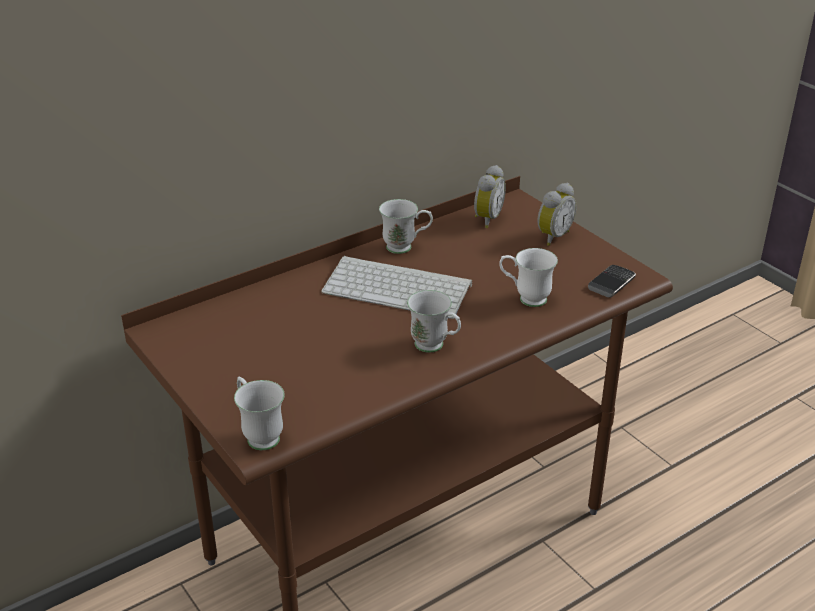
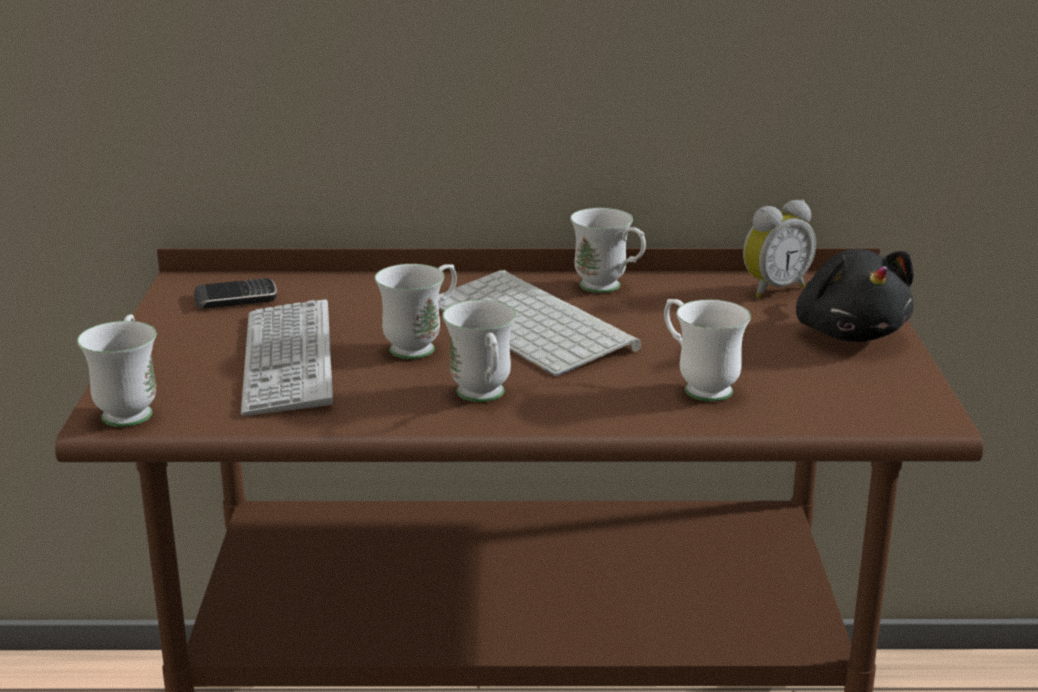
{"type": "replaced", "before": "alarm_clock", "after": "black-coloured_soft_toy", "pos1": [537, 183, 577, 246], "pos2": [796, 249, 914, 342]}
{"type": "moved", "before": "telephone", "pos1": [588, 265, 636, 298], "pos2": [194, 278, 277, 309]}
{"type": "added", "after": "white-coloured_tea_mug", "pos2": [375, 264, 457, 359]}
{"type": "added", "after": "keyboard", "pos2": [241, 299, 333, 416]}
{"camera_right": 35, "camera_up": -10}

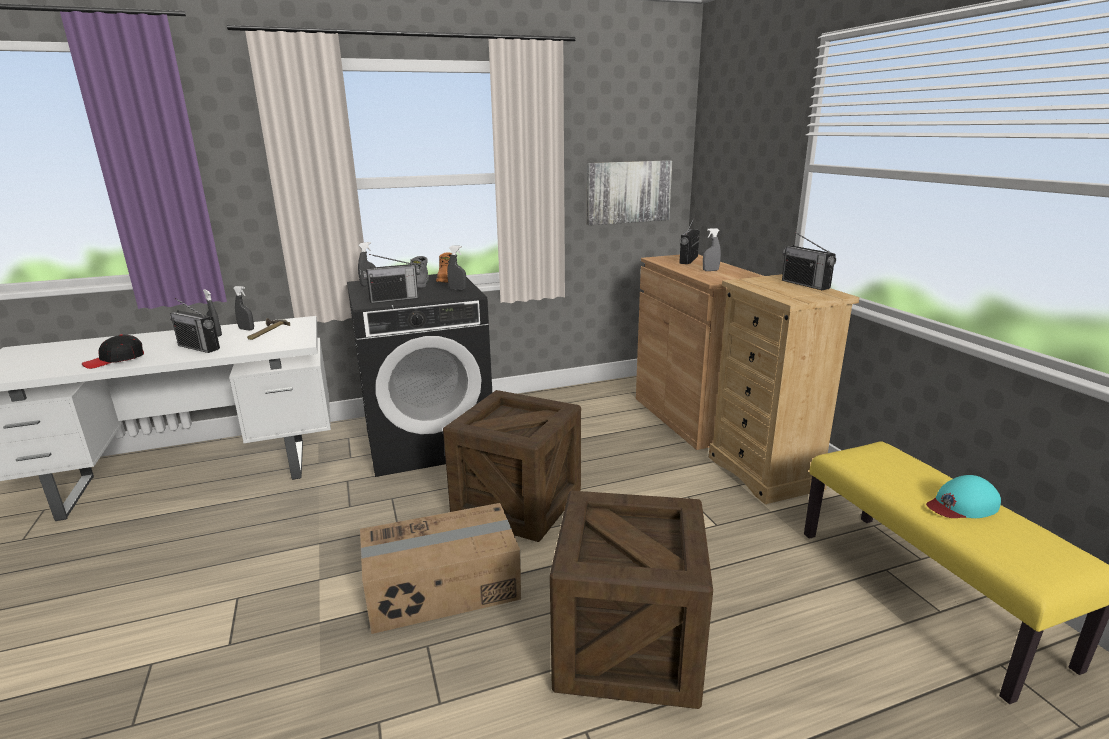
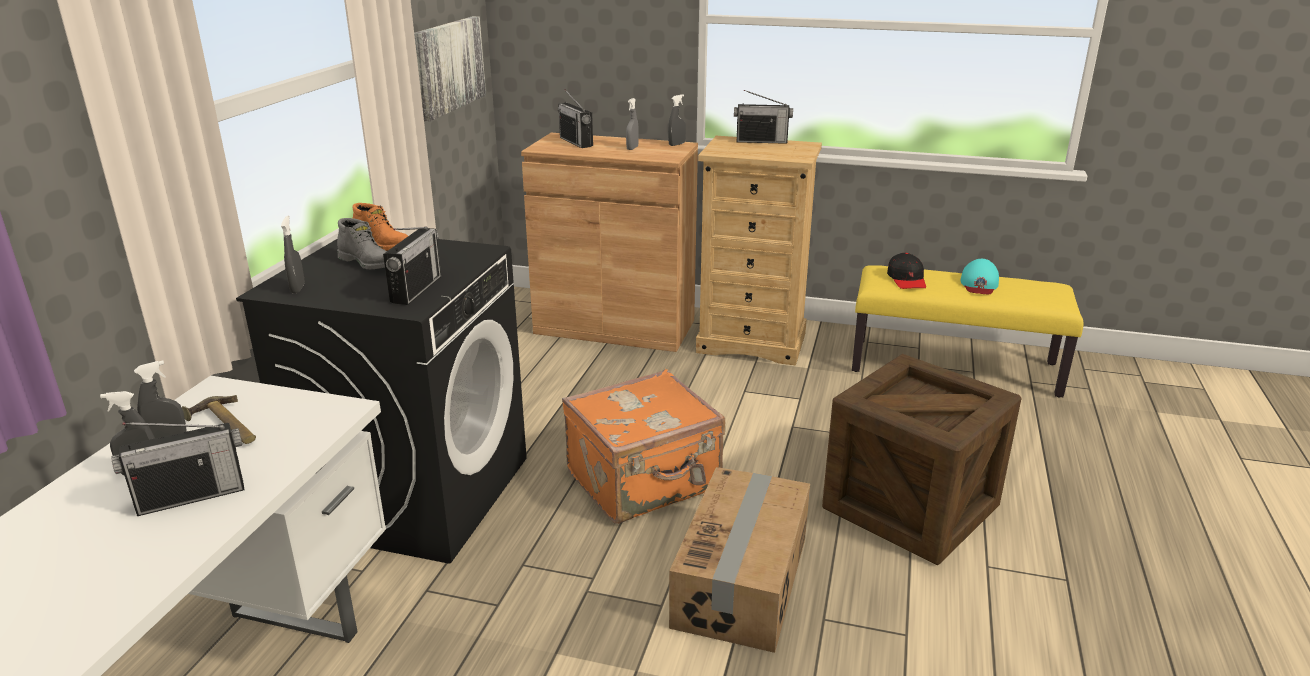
{"type": "moved", "before": "grey_hand_sprayer", "pos1": [447, 246, 466, 290], "pos2": [668, 94, 686, 146]}
{"type": "moved", "before": "black-coloured_baseball_cap", "pos1": [82, 334, 144, 369], "pos2": [887, 253, 926, 289]}
{"type": "replaced", "before": "packing_crate", "after": "orangey_suitcase", "pos1": [443, 390, 581, 542], "pos2": [562, 369, 725, 524]}
{"camera_right": -55, "camera_up": 5}

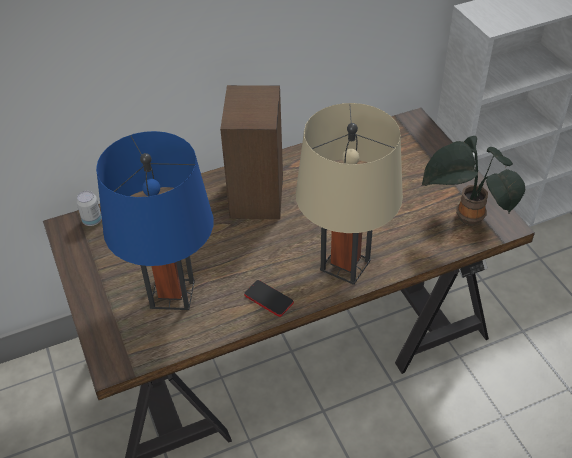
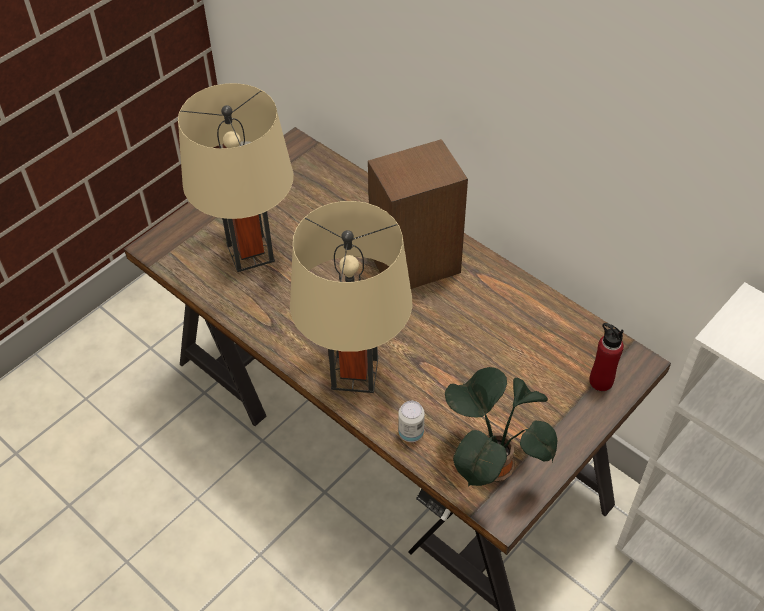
{"type": "recoloured", "before": "blue-coloured_tabletop_lamp", "after": "beige-coloured_tabletop_lamp", "pos1": [96, 131, 214, 310], "pos2": [178, 83, 293, 272]}
{"type": "moved", "before": "sealed_can", "pos1": [76, 191, 102, 226], "pos2": [398, 401, 425, 442]}
{"type": "removed", "before": "telephone", "pos1": [244, 280, 294, 317]}
{"type": "added", "after": "reddish_bottle", "pos2": [589, 323, 624, 391]}
{"camera_right": 65, "camera_up": 5}

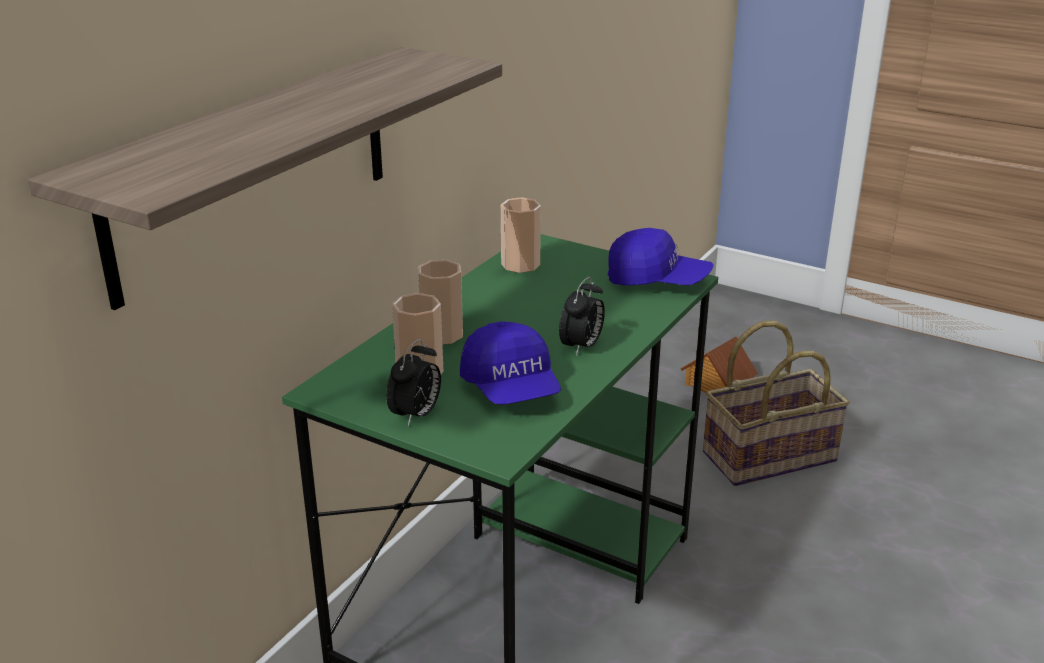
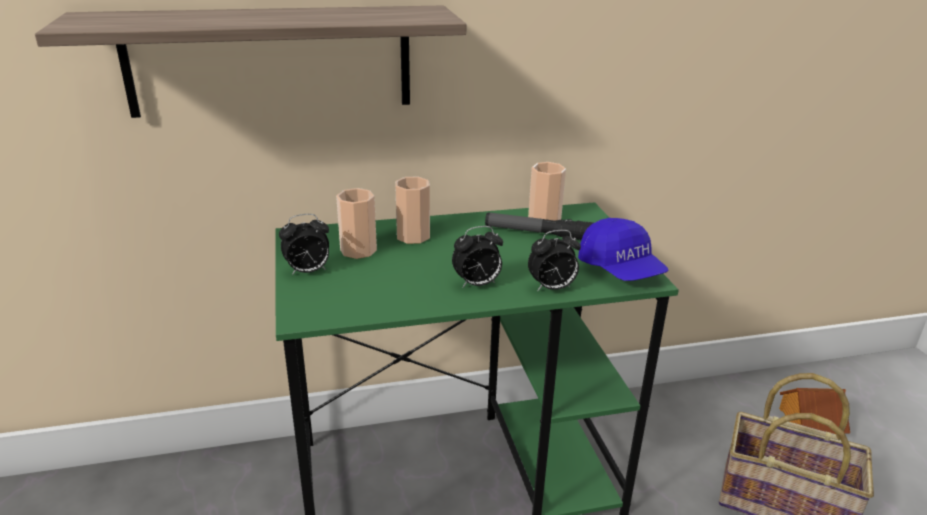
{"type": "removed", "before": "blue-coloured_baseball_cap", "pos1": [460, 321, 561, 404]}
{"type": "added", "after": "hand_torch", "pos2": [485, 212, 594, 240]}
{"type": "added", "after": "alarm_clock", "pos2": [528, 230, 581, 291]}
{"camera_right": 45, "camera_up": 0}

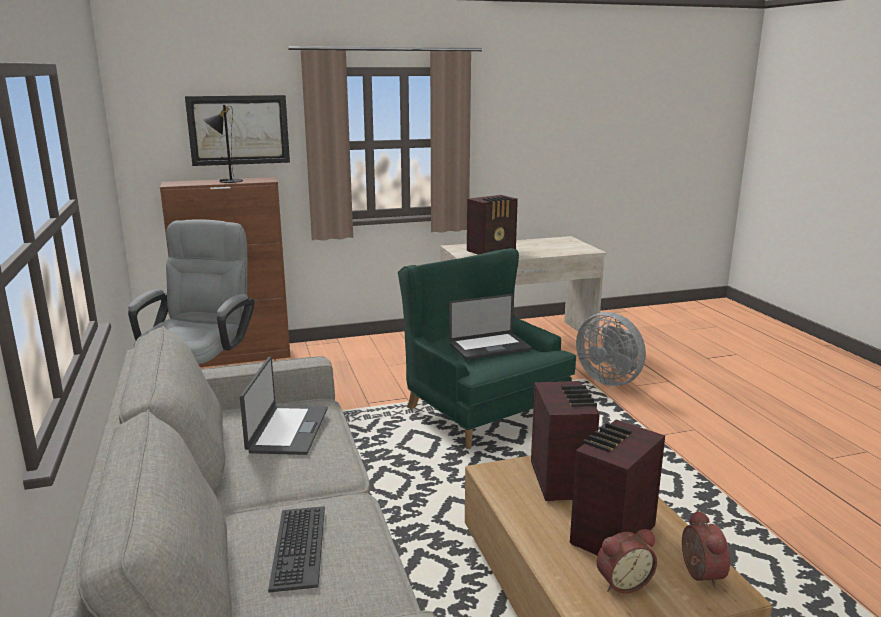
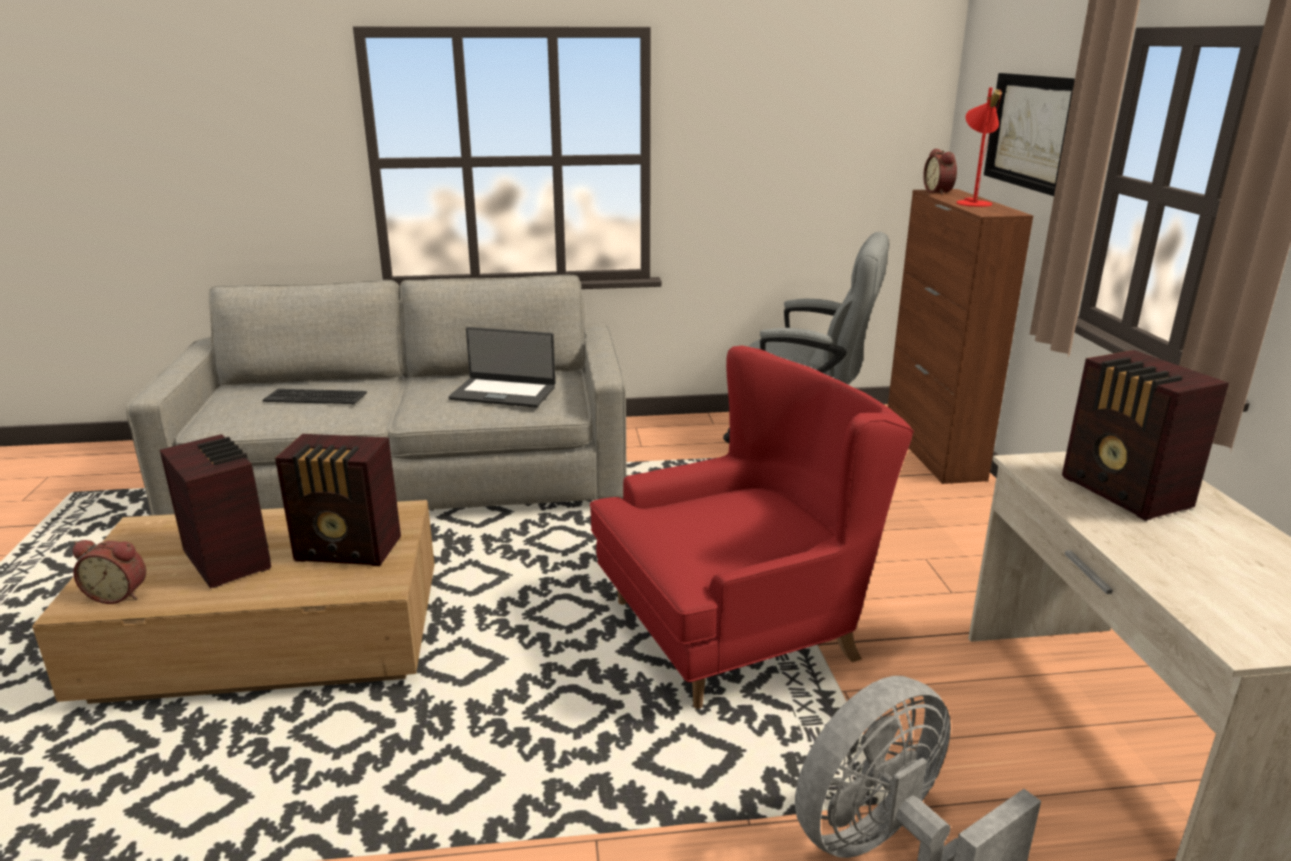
{"type": "recoloured", "before": "black-coloured_tabletop_lamp", "after": "reddish_tabletop_lamp", "pos1": [203, 105, 243, 183], "pos2": [957, 88, 1002, 207]}
{"type": "recoloured", "before": "green_easy_chair", "after": "reddish_easy_chair", "pos1": [398, 248, 576, 449], "pos2": [590, 346, 914, 709]}
{"type": "removed", "before": "portable_computer", "pos1": [449, 294, 531, 360]}
{"type": "moved", "before": "alarm_clock", "pos1": [596, 529, 657, 594], "pos2": [923, 148, 957, 195]}
{"camera_right": 100, "camera_up": 5}

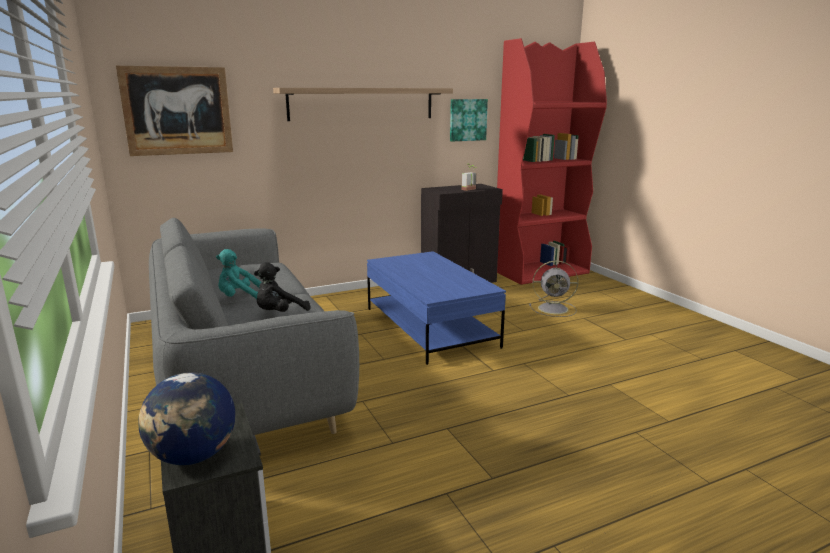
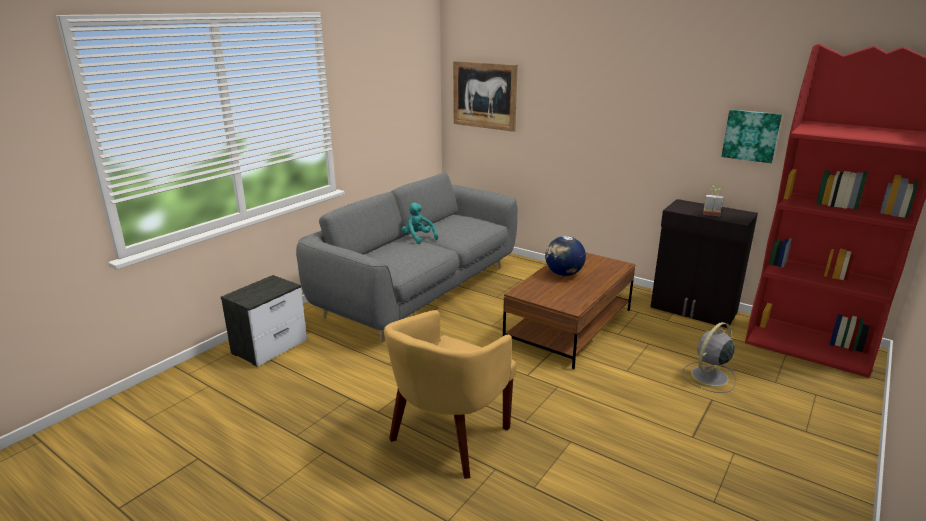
{"type": "removed", "before": "shelf", "pos1": [273, 88, 453, 121]}
{"type": "recoloured", "before": "blue-coloured_coffee_table", "after": "brownish_coffee_table", "pos1": [367, 251, 506, 365], "pos2": [503, 252, 636, 369]}
{"type": "turned", "before": "grey_fan", "pos1": [529, 261, 579, 317], "pos2": [682, 322, 736, 393], "turn": 75}
{"type": "removed", "before": "black-coloured_soft_toy", "pos1": [254, 262, 310, 312]}
{"type": "moved", "before": "globe", "pos1": [138, 372, 235, 465], "pos2": [545, 236, 586, 276]}
{"type": "added", "after": "yellowish_easy_chair", "pos2": [384, 310, 517, 479]}
{"camera_right": 60, "camera_up": 5}

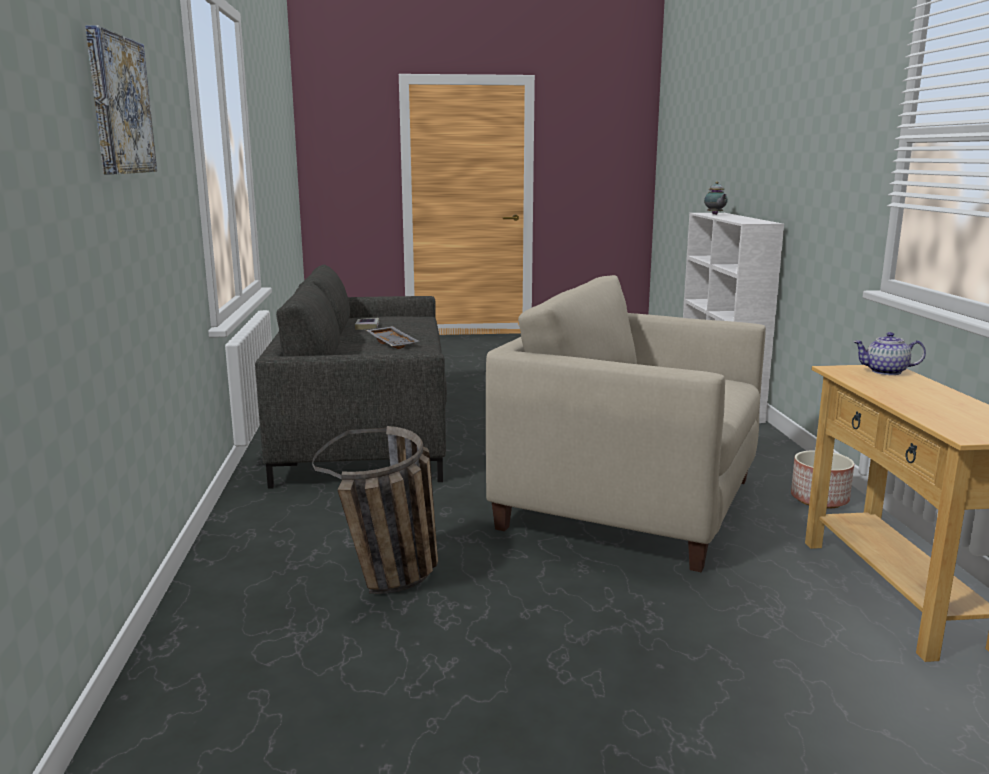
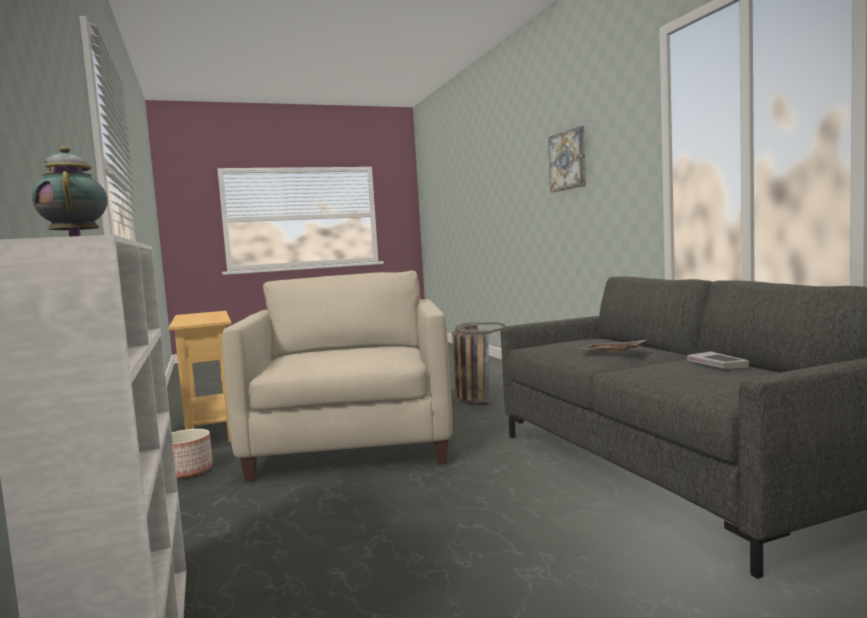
{"type": "turned", "before": "beige-coloured_easy_chair", "pos1": [486, 275, 766, 572], "pos2": [222, 271, 452, 482], "turn": -105}
{"type": "removed", "before": "tea_pot", "pos1": [853, 332, 926, 375]}
{"camera_right": 165, "camera_up": -10}

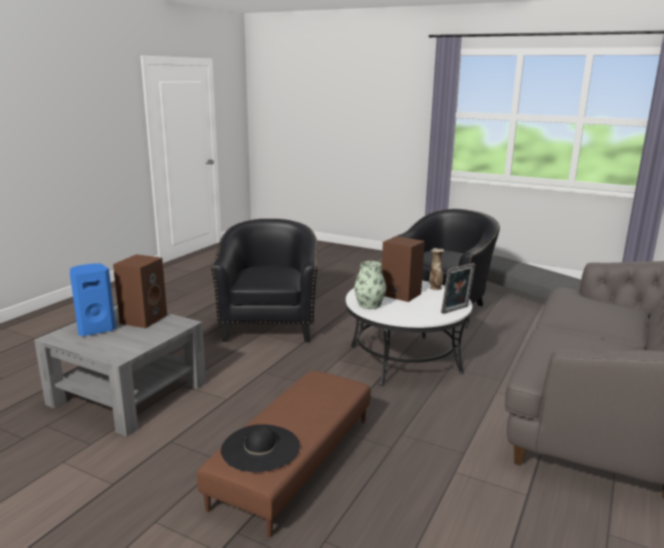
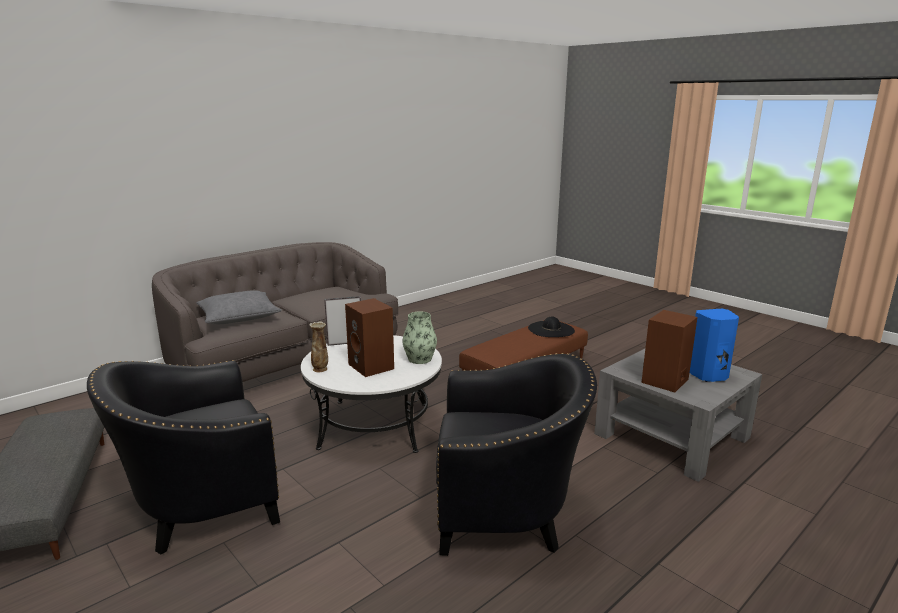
{"type": "turned", "before": "black-coloured_easy_chair", "pos1": [211, 218, 318, 342], "pos2": [436, 353, 597, 556], "turn": -105}
{"type": "added", "after": "grey_pillow", "pos2": [196, 290, 282, 324]}
{"camera_right": -160, "camera_up": 0}

